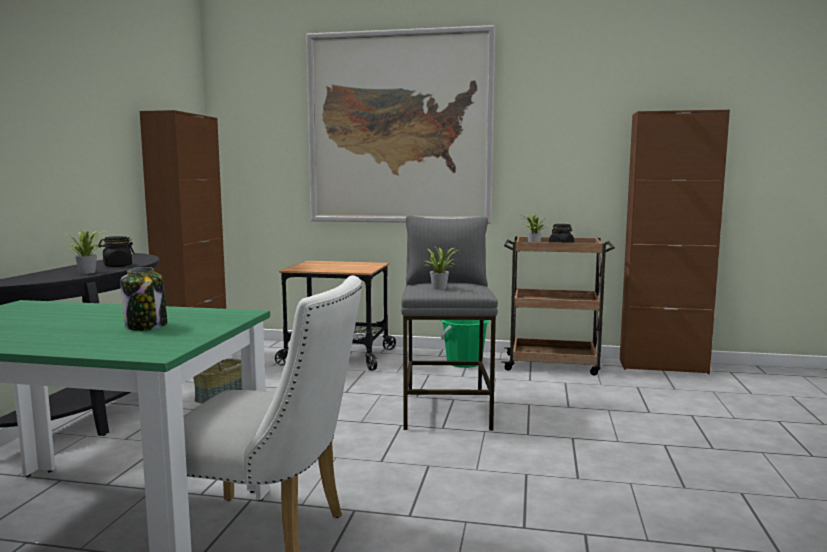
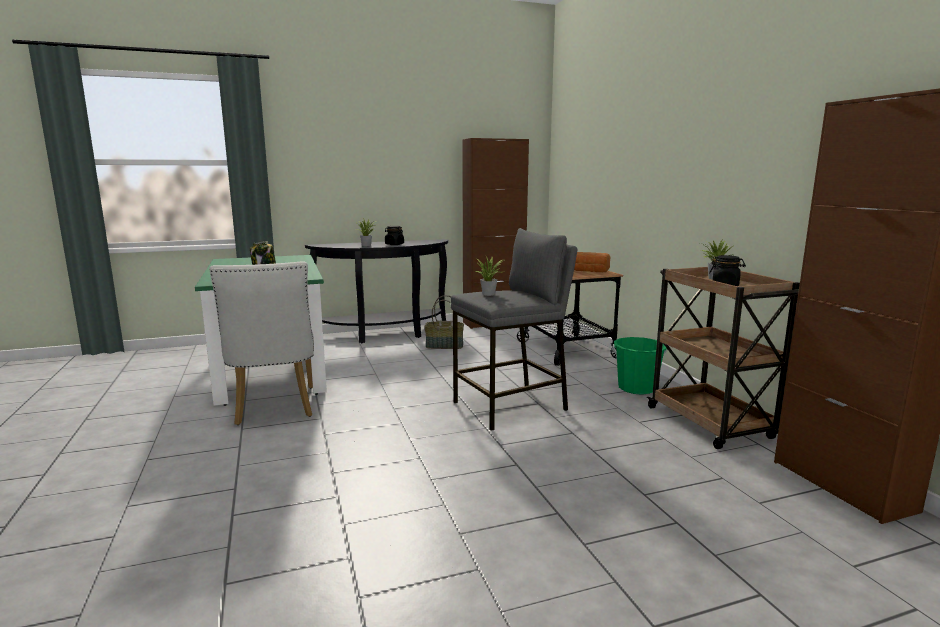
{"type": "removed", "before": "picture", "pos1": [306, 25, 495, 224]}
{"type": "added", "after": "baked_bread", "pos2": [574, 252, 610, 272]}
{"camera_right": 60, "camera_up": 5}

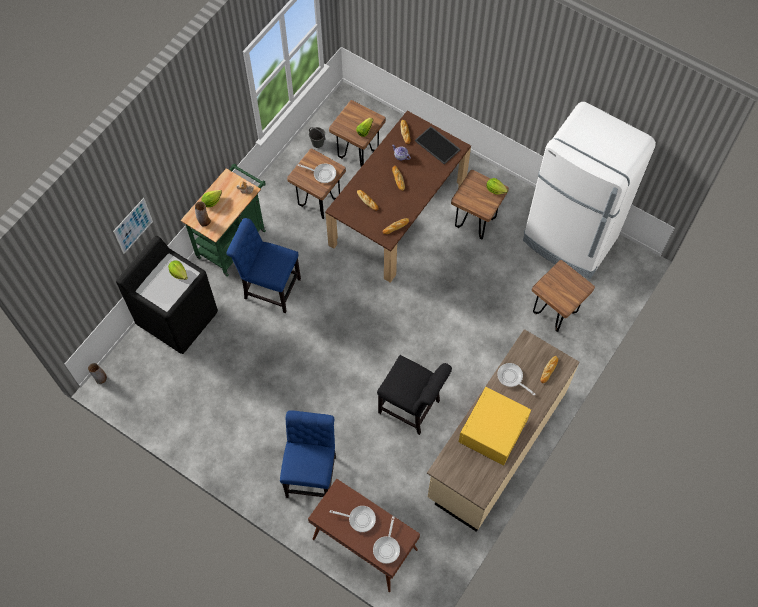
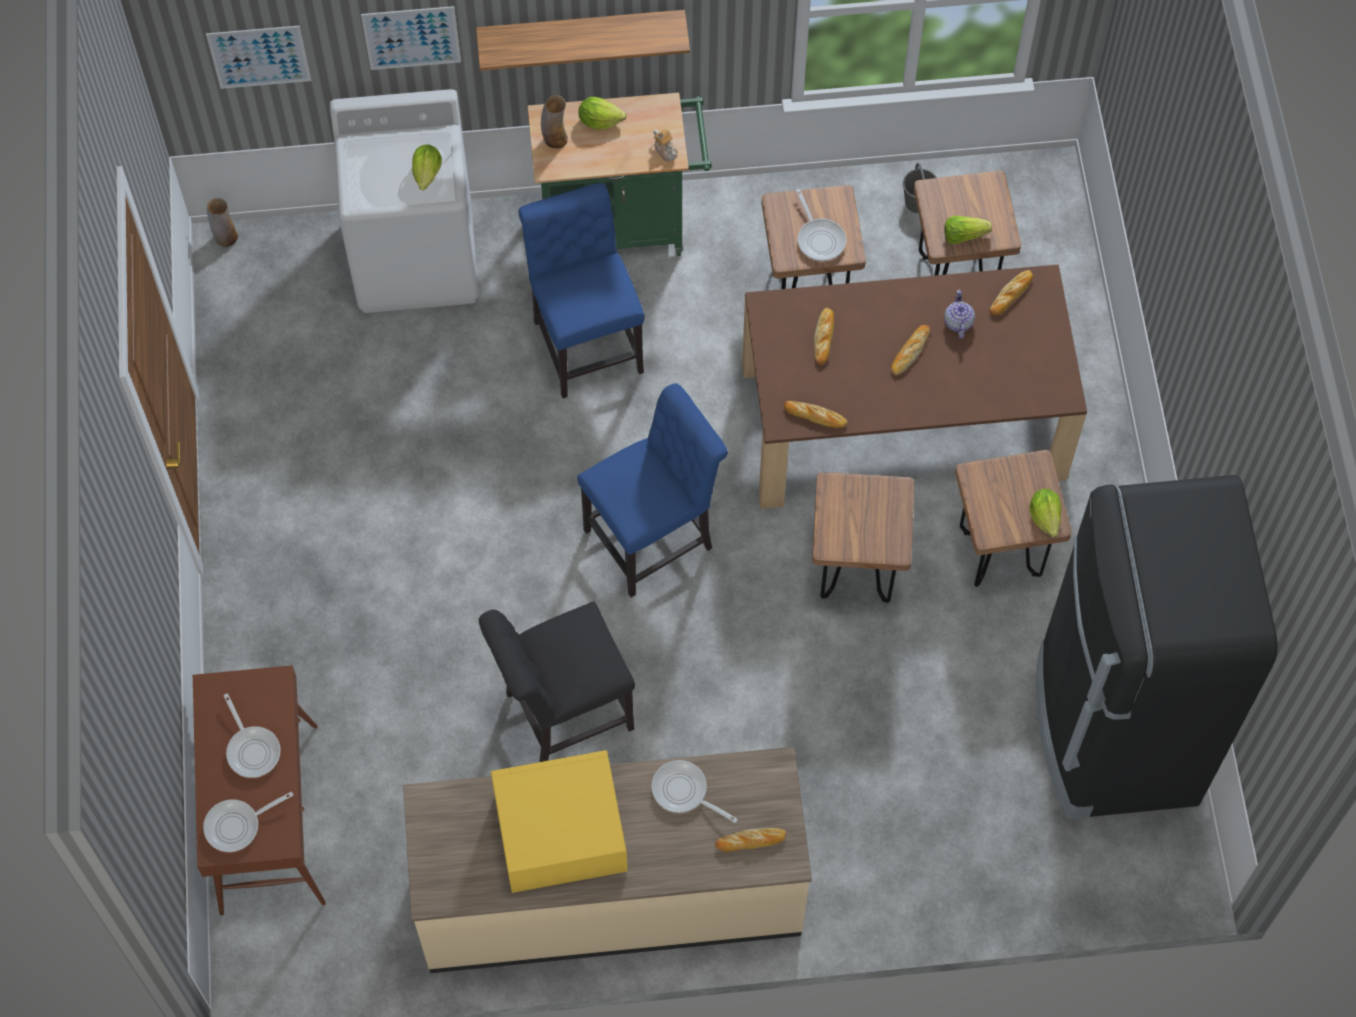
{"type": "recoloured", "before": "white-coloured_fridge", "after": "black-coloured_fridge", "pos1": [523, 102, 656, 279], "pos2": [1036, 475, 1278, 819]}
{"type": "removed", "before": "tray", "pos1": [415, 126, 461, 165]}
{"type": "recoloured", "before": "black-coloured_washing_machine", "after": "white-coloured_washing_machine", "pos1": [116, 236, 218, 354], "pos2": [330, 89, 479, 313]}
{"type": "moved", "before": "brownish_sitting_stool", "pos1": [532, 260, 595, 332], "pos2": [812, 472, 914, 603]}
{"type": "turned", "before": "black-coloured_chair", "pos1": [377, 355, 452, 435], "pos2": [479, 601, 635, 762], "turn": 75}
{"type": "turned", "before": "frying_pan", "pos1": [497, 363, 535, 395], "pos2": [652, 760, 738, 823], "turn": -60}
{"type": "moved", "before": "blue-coloured_chair", "pos1": [280, 410, 336, 498], "pos2": [577, 383, 728, 597]}
{"type": "added", "after": "shelf", "pos2": [476, 10, 690, 71]}
{"type": "added", "after": "picture", "pos2": [206, 26, 311, 89]}
{"camera_right": 50, "camera_up": 0}

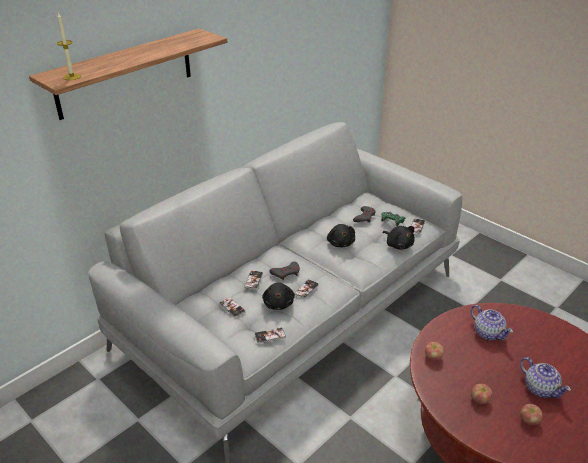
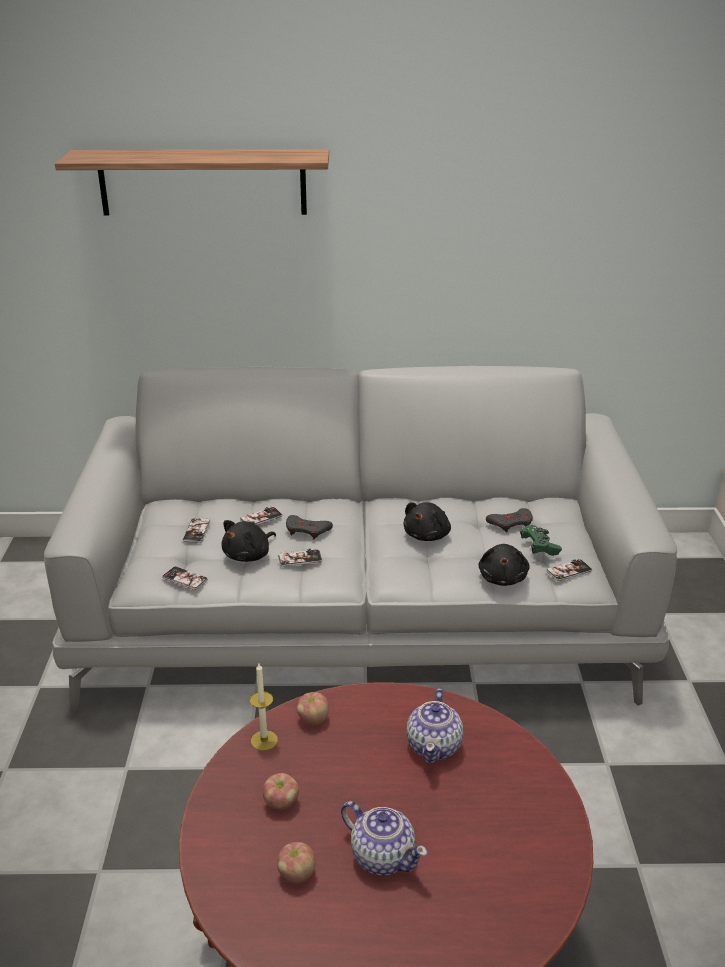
{"type": "moved", "before": "candle", "pos1": [57, 13, 81, 80], "pos2": [250, 663, 278, 751]}
{"type": "turned", "before": "tea_pot", "pos1": [520, 357, 571, 398], "pos2": [341, 801, 428, 876], "turn": -60}
{"camera_right": 45, "camera_up": -5}

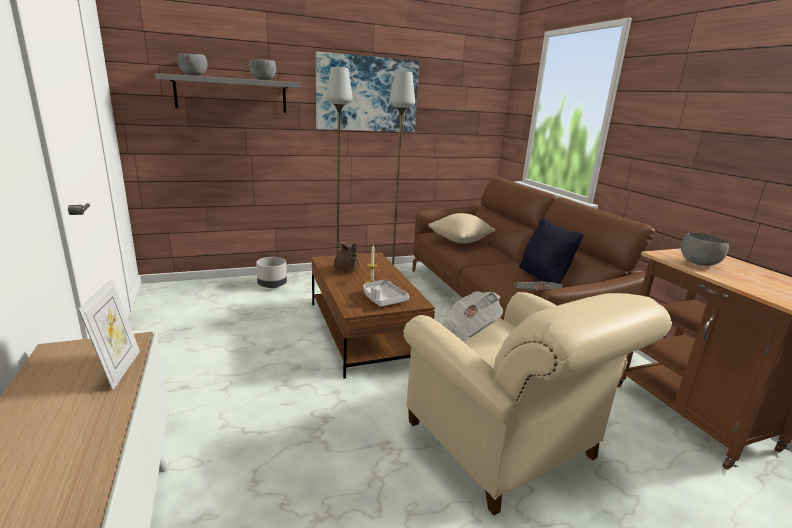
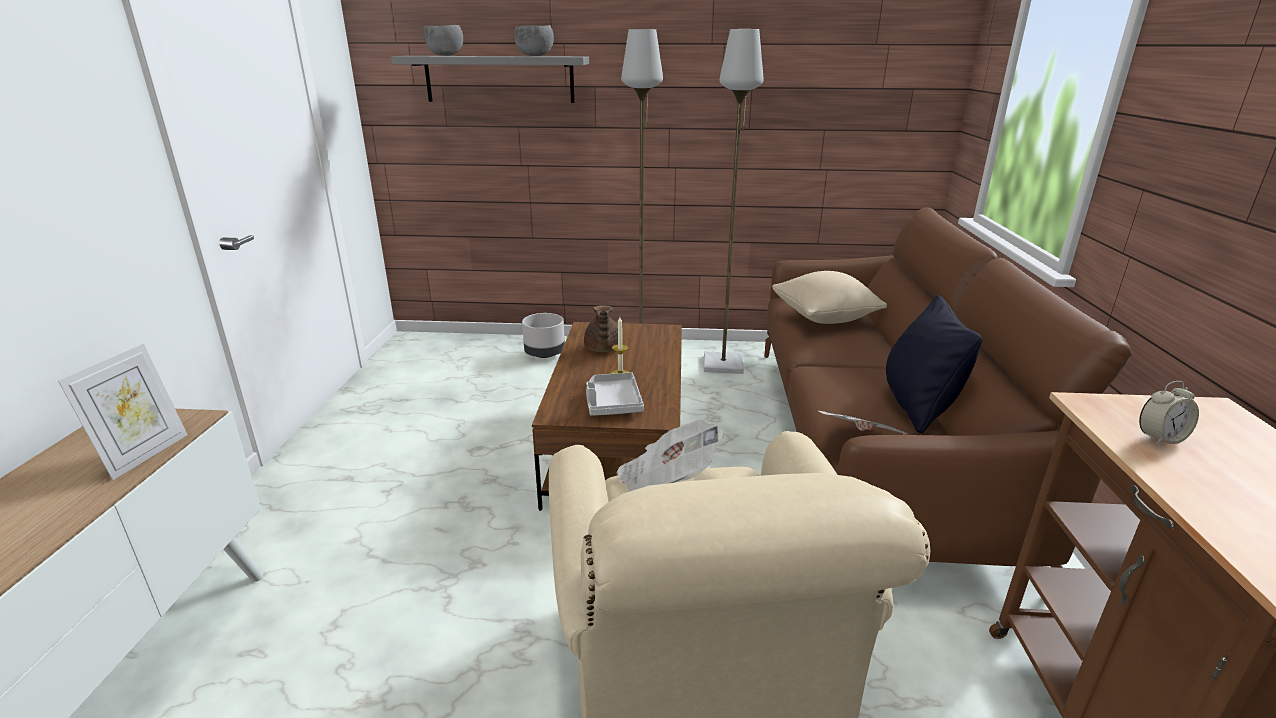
{"type": "removed", "before": "picture", "pos1": [316, 52, 419, 132]}
{"type": "replaced", "before": "grey_bowl", "after": "alarm_clock", "pos1": [681, 233, 729, 266], "pos2": [1139, 381, 1199, 445]}
{"camera_right": 25, "camera_up": 5}

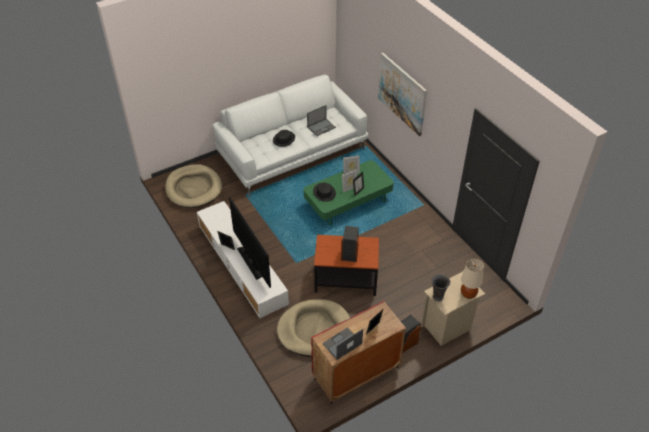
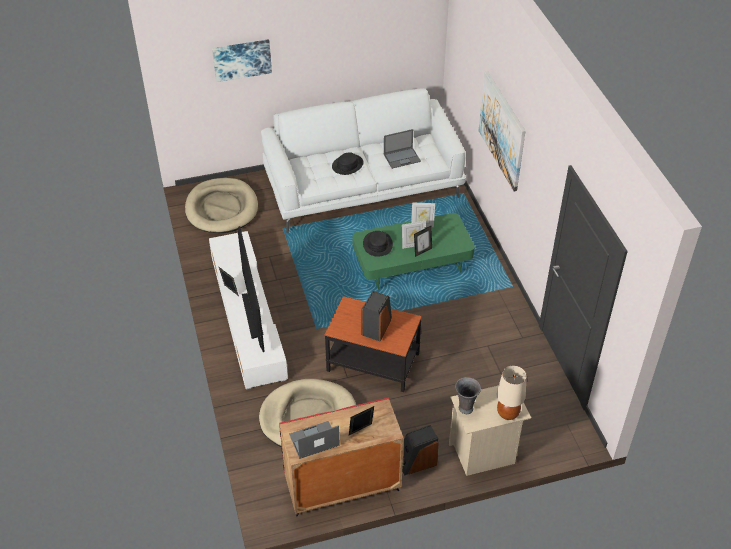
{"type": "added", "after": "picture", "pos2": [212, 39, 272, 82]}
{"camera_right": 15, "camera_up": 0}

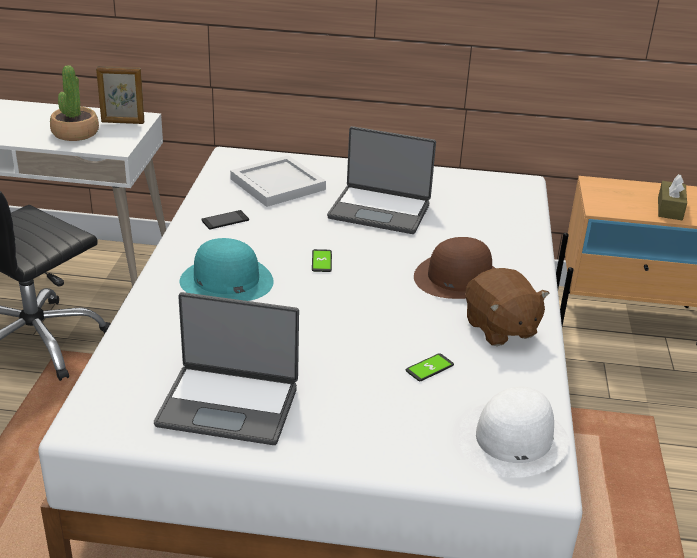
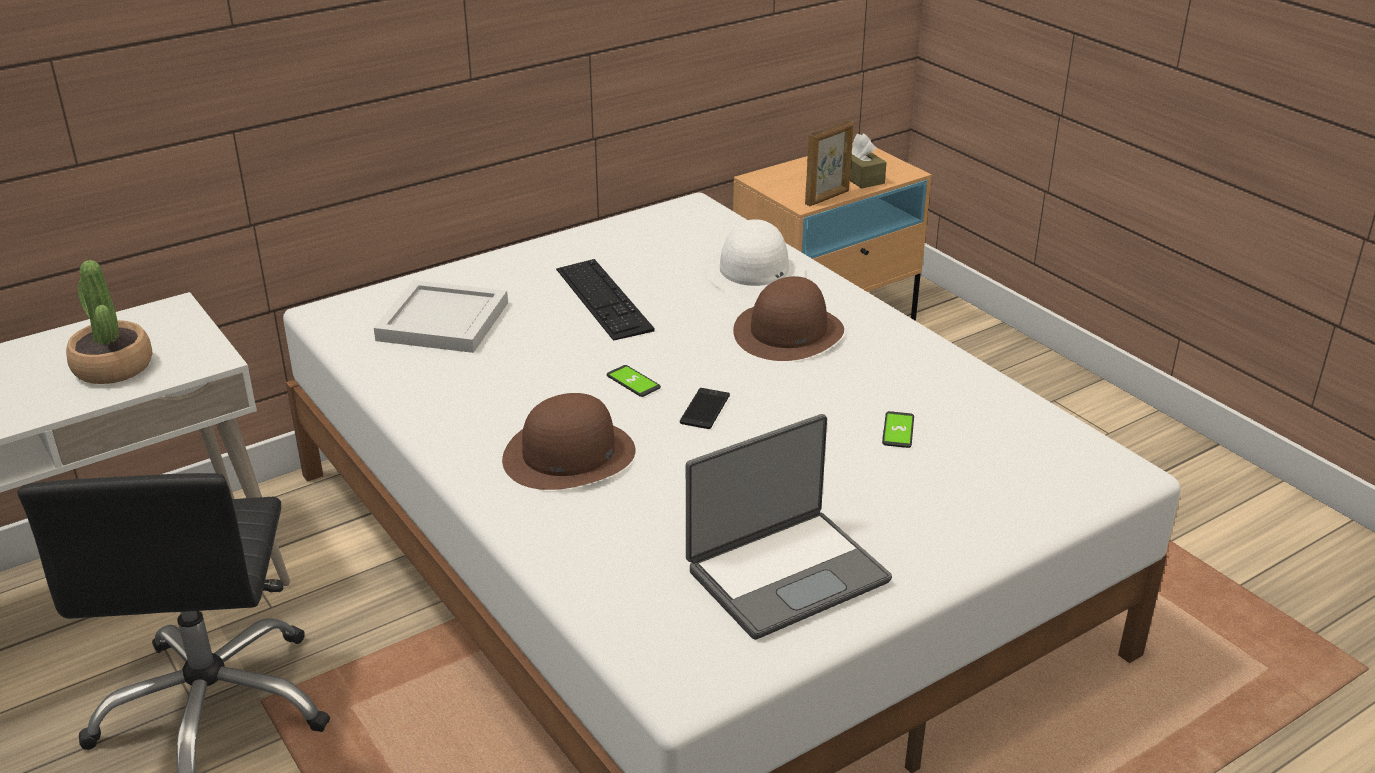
{"type": "moved", "before": "picture_frame", "pos1": [96, 66, 144, 124], "pos2": [805, 120, 853, 206]}
{"type": "replaced", "before": "portable_computer", "after": "keyboard", "pos1": [327, 126, 436, 234], "pos2": [556, 259, 654, 341]}
{"type": "moved", "before": "telephone", "pos1": [201, 210, 249, 229], "pos2": [680, 388, 730, 429]}
{"type": "recoloured", "before": "turquoise-coloured_hat", "after": "brownish_hat", "pos1": [180, 238, 273, 301], "pos2": [502, 393, 636, 490]}
{"type": "removed", "before": "brownish_soft_toy", "pos1": [465, 268, 550, 346]}
{"type": "moved", "before": "white-coloured_hat", "pos1": [458, 387, 570, 478], "pos2": [704, 219, 805, 298]}
{"camera_right": -40, "camera_up": 0}

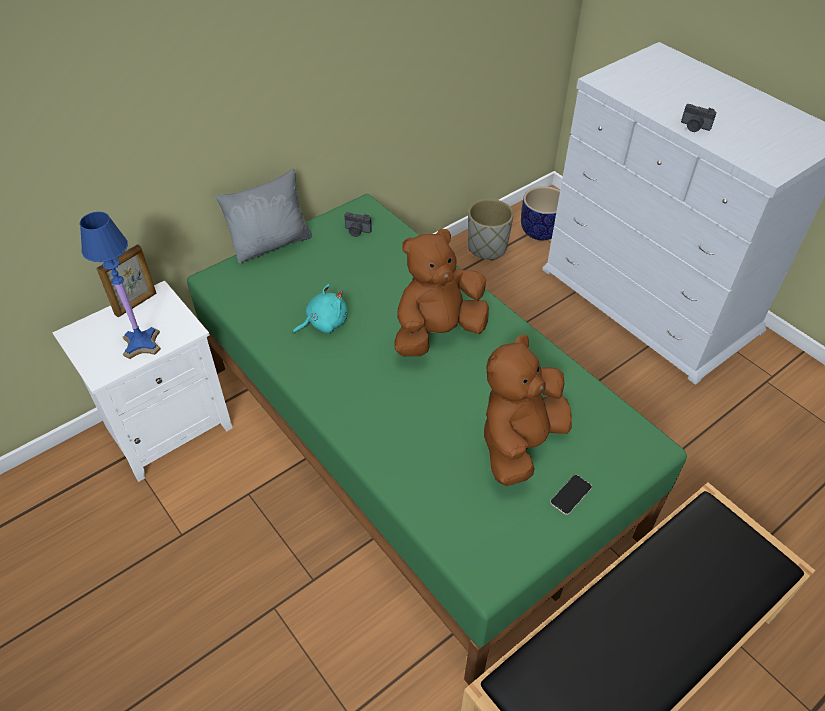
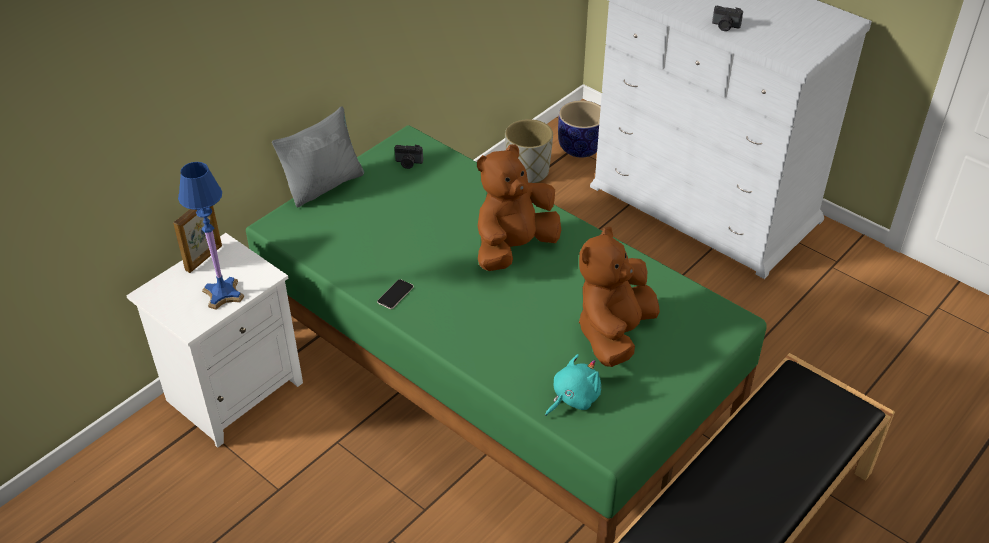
{"type": "moved", "before": "turquoise-coloured_soft_toy", "pos1": [293, 284, 348, 334], "pos2": [545, 354, 601, 416]}
{"type": "moved", "before": "telephone", "pos1": [550, 475, 592, 515], "pos2": [377, 279, 413, 309]}
{"camera_right": -10, "camera_up": -5}

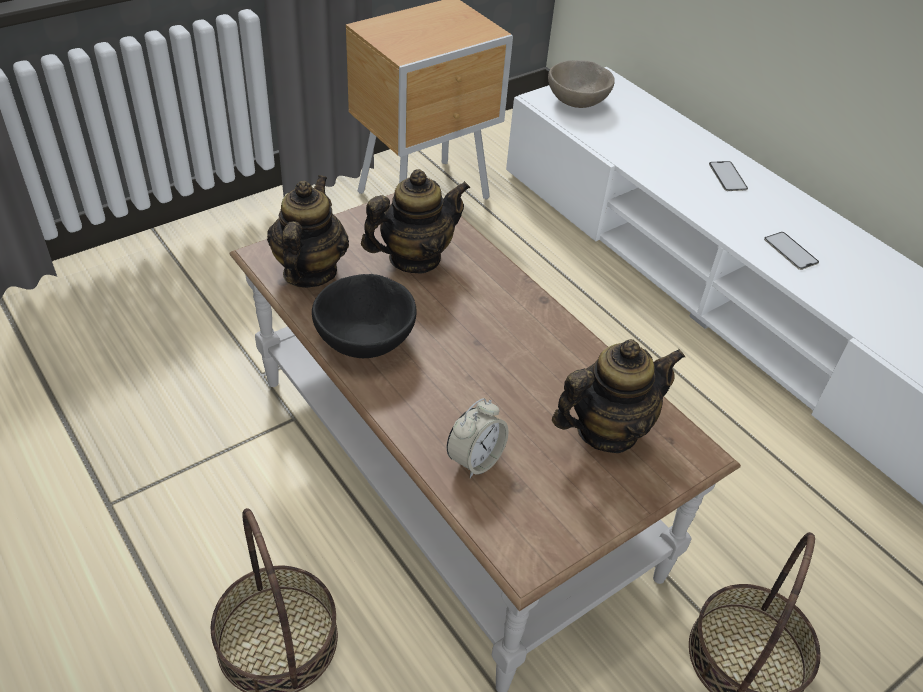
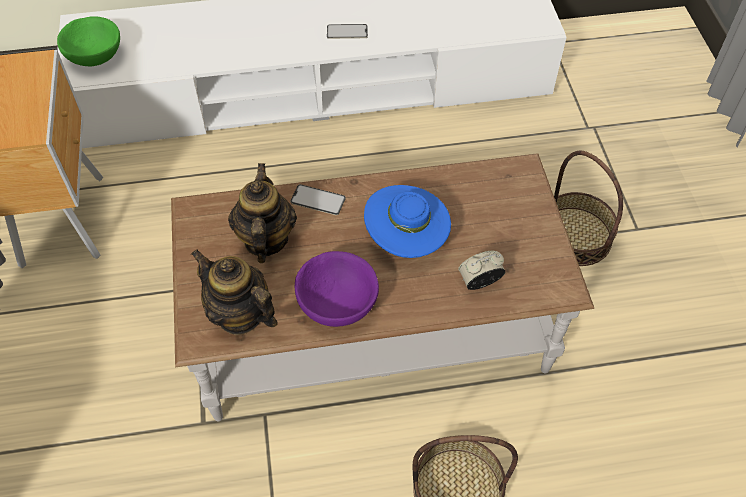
{"type": "recoloured", "before": "beige-coloured_bowl", "after": "green_bowl", "pos1": [548, 60, 615, 108], "pos2": [57, 16, 120, 66]}
{"type": "moved", "before": "telephone", "pos1": [709, 161, 748, 191], "pos2": [290, 184, 346, 215]}
{"type": "recoloured", "before": "black-coloured_bowl", "after": "purple_bowl", "pos1": [312, 274, 417, 358], "pos2": [295, 251, 379, 327]}
{"type": "removed", "before": "tea_pot", "pos1": [552, 339, 685, 453]}
{"type": "turned", "before": "alarm_clock", "pos1": [447, 398, 508, 478], "pos2": [458, 251, 505, 290], "turn": -90}
{"type": "added", "after": "blue-coloured_hat", "pos2": [364, 185, 451, 258]}
{"camera_right": -60, "camera_up": 10}

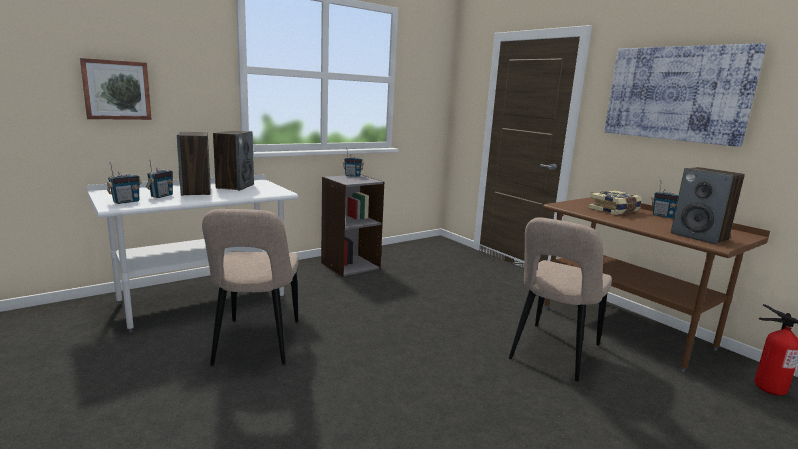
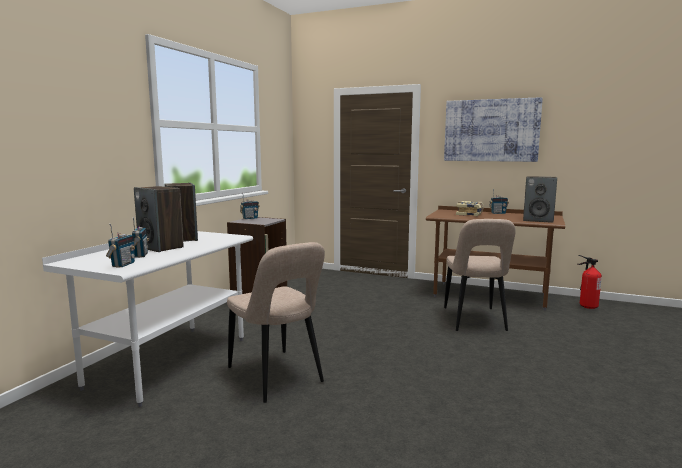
{"type": "removed", "before": "picture", "pos1": [80, 58, 152, 120]}
{"camera_right": -30, "camera_up": -5}

